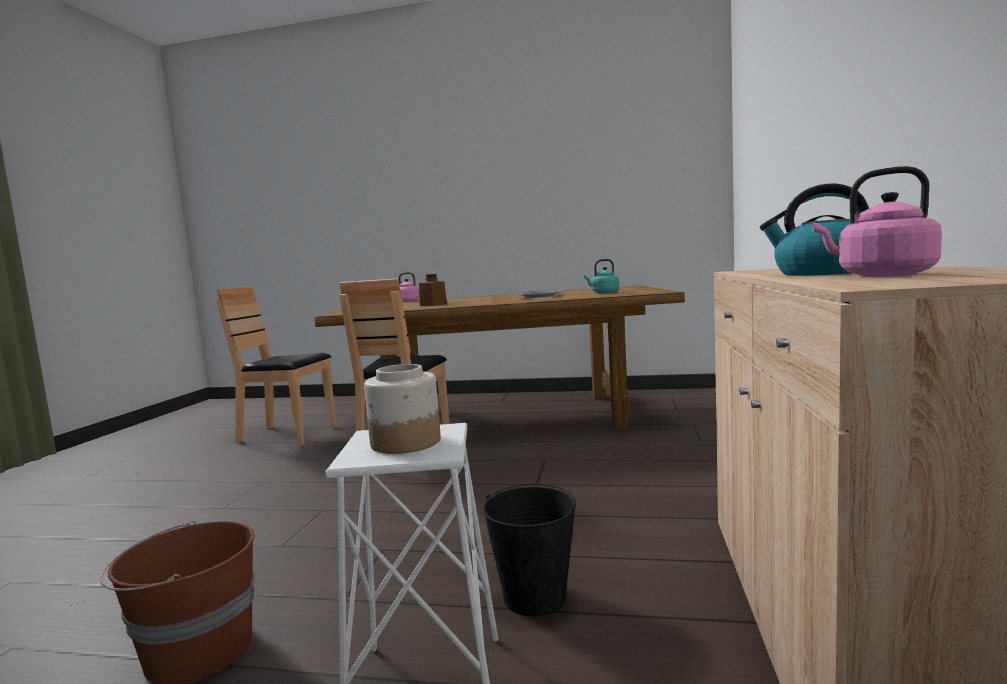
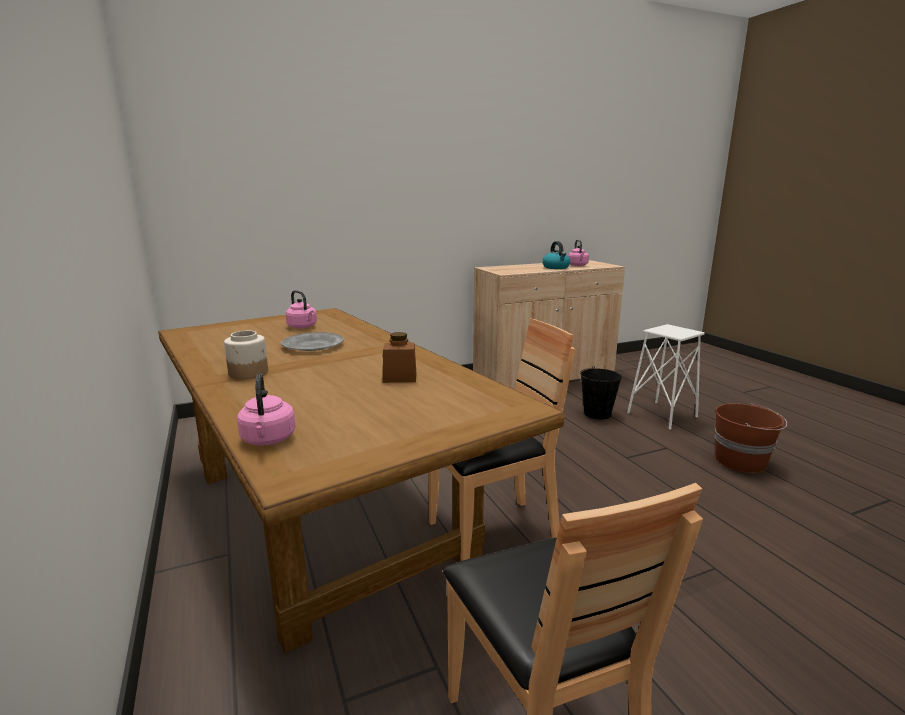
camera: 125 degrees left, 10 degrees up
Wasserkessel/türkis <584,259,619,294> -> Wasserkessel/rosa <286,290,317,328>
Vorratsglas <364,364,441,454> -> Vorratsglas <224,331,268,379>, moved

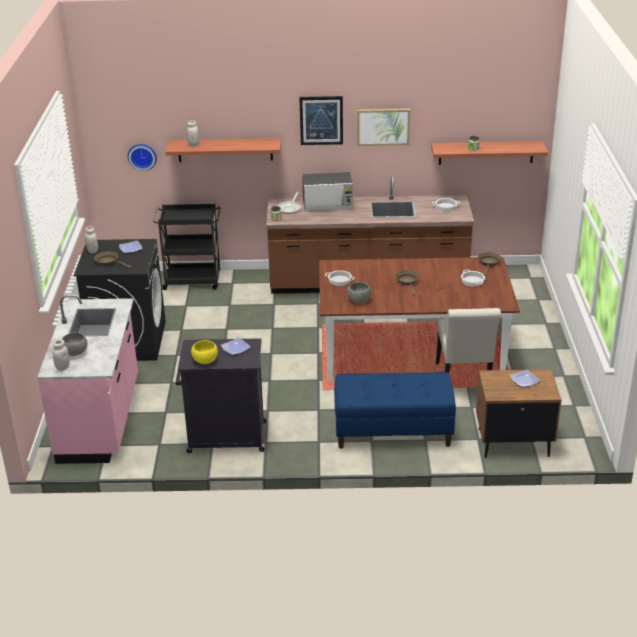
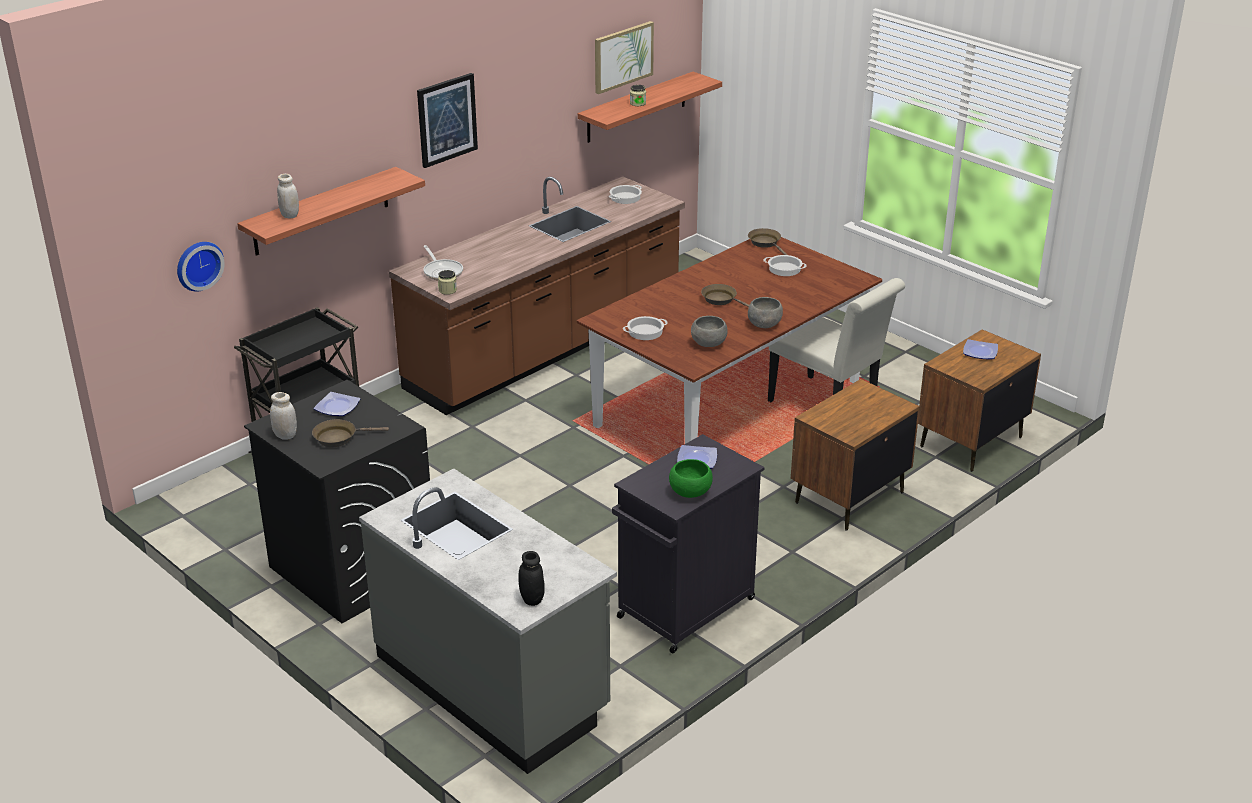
camera: 45 degrees left, 0 degrees up
Bild <357,109,410,146> -> Bild <595,21,654,94>, moved
Mikrowelle <302,172,353,211> -> none
Küchenzeile/rosa <37,294,138,464> -> Küchenzeile/grau <359,468,617,774>
Schüssel/grau <61,332,87,356> -> Schüssel/grau <748,297,783,328>, moved
Vorratsglas/weiß <53,340,70,371> -> Vorratsglas/schwarz <518,551,545,606>
Schüssel/gelb <191,340,218,364> -> Schüssel/grün <669,459,713,498>
Bank/blau <334,372,456,448> -> Nachttisch/braun <791,379,920,531>

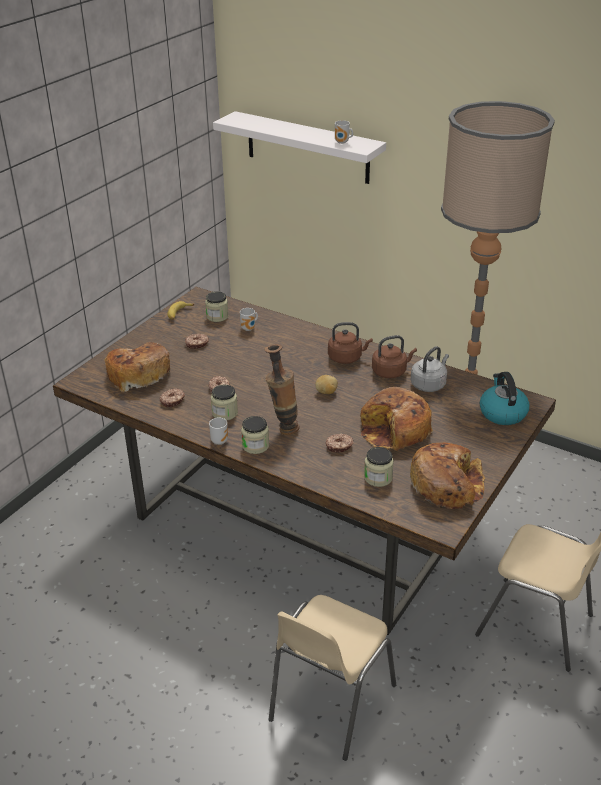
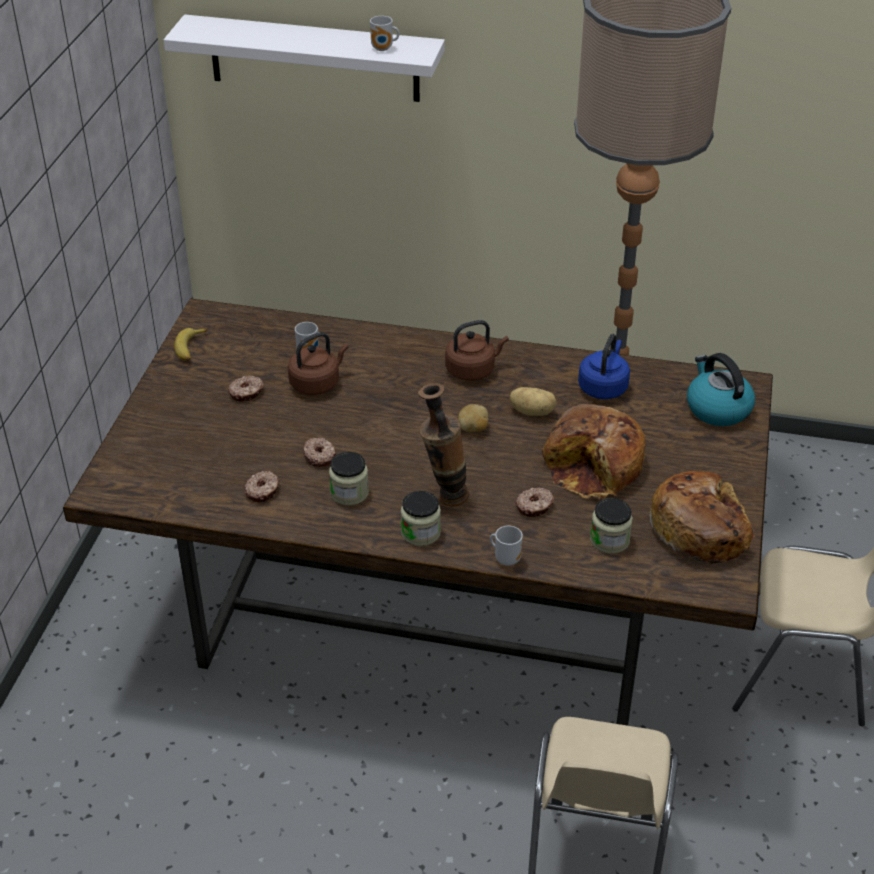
camera: 20 degrees left, 5 degrees up
Vorratsglas <205,291,229,322> -> none
Wasserkessel/braun <372,335,417,378> -> Wasserkessel/braun <288,332,348,395>, moved
Brot <104,342,170,392> -> none
Wasserkessel/grau <411,346,449,392> -> Wasserkessel/blau <578,334,630,399>
Henkelbecher <209,418,228,445> -> Henkelbecher <490,526,523,566>, moved
none -> Kartoffel <510,387,557,416>

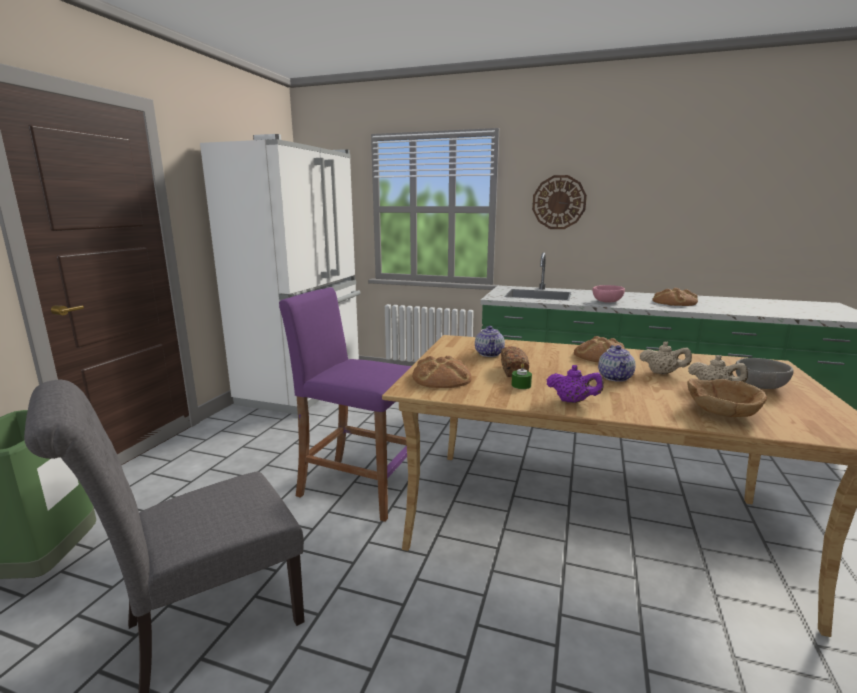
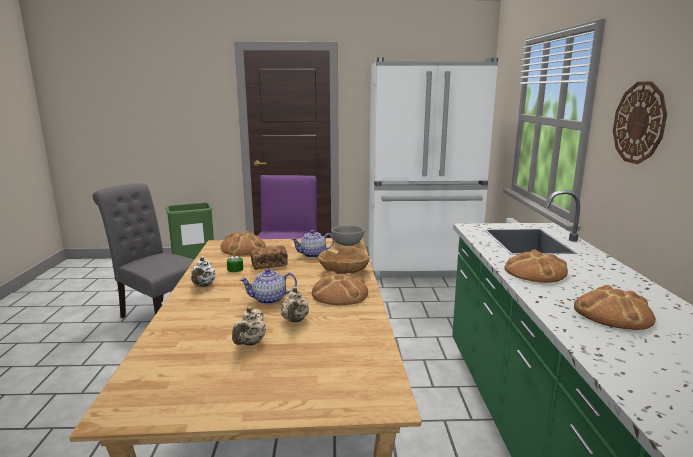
camera: 70 degrees right, 0 degrees up
Schüssel/rosa <593,285,625,303> -> Brot <505,249,568,283>
Schüssel/grau <736,358,794,389> -> Schüssel/grau <331,225,364,246>, moved
Teekanne/lila <547,365,604,403> -> Teekanne/weiß <191,257,215,287>
Schüssel/braun <687,378,767,417> -> Schüssel/braun <318,246,370,274>, moved

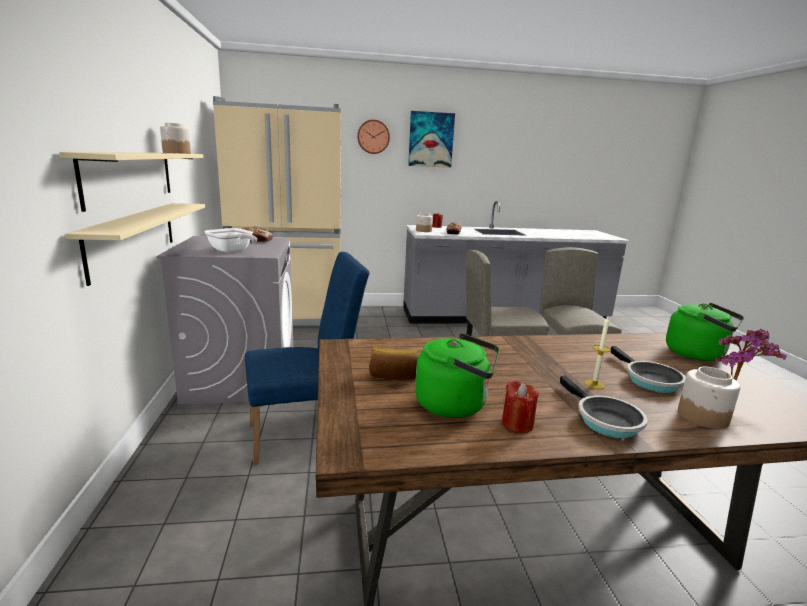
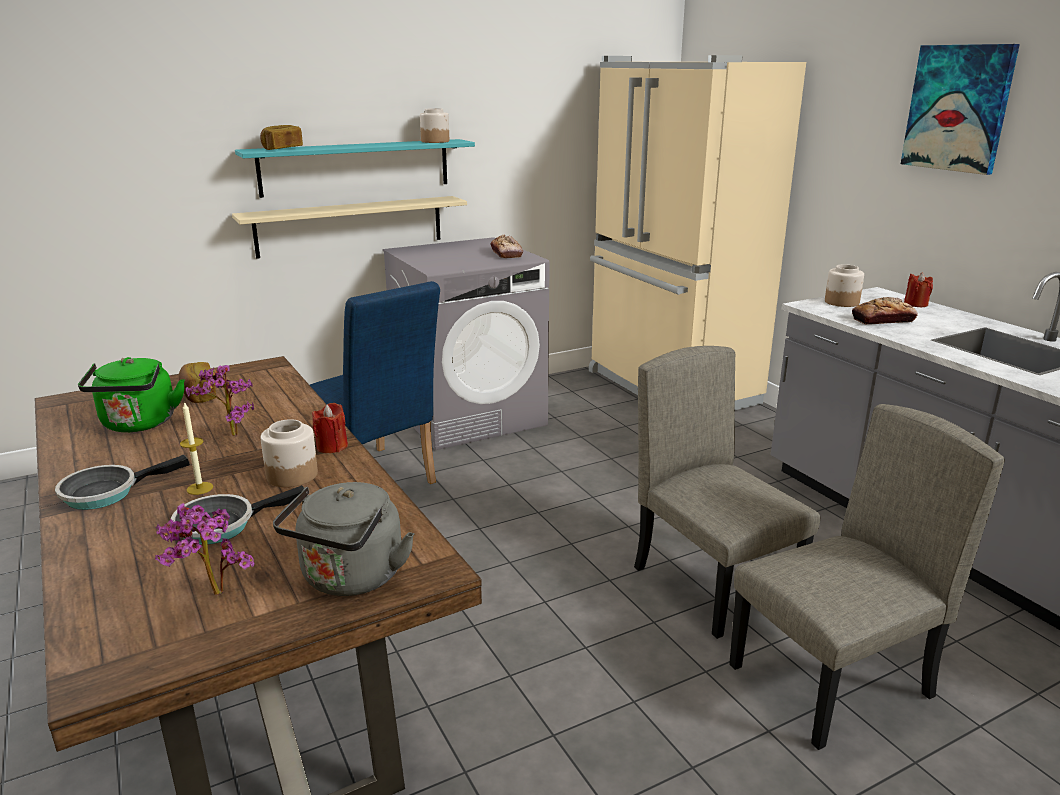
camera: 70 degrees right, 5 degrees up
Wanduhr <357,120,390,154> -> none
Wandregal/beige <59,152,204,212> -> Wandregal/türkis <235,139,475,198>
Pfanne <204,228,257,253> -> none
Wasserkessel/grün <666,303,744,361> -> Wasserkessel/grau <273,482,414,596>
Vorratsglas <678,367,741,429> -> Vorratsglas <261,419,318,487>, moved
Kerze/rot <502,380,539,433> -> Kerze/rot <312,403,348,453>, moved
none -> Brot <260,125,303,150>
none -> Topfpflanze <186,365,254,436>

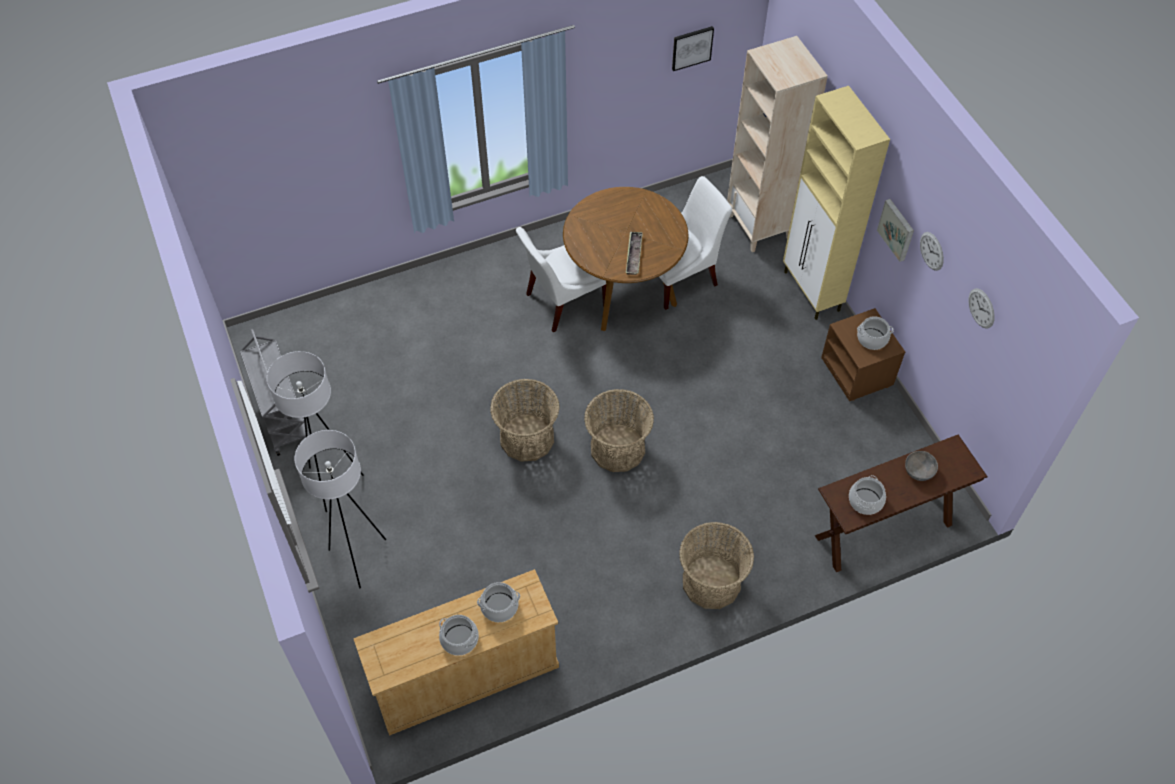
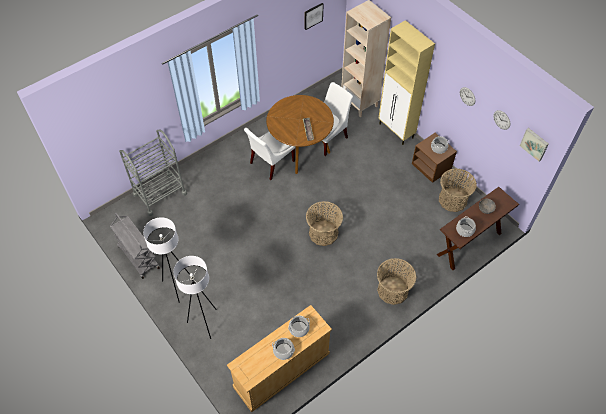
camera: 15 degrees left, 0 degrees up
Bild <877,199,914,262> -> Bild <520,128,549,161>, moved
Korb <490,379,560,462> -> Korb <439,169,477,212>, moved
none -> Rollwagen/grau <119,129,187,216>

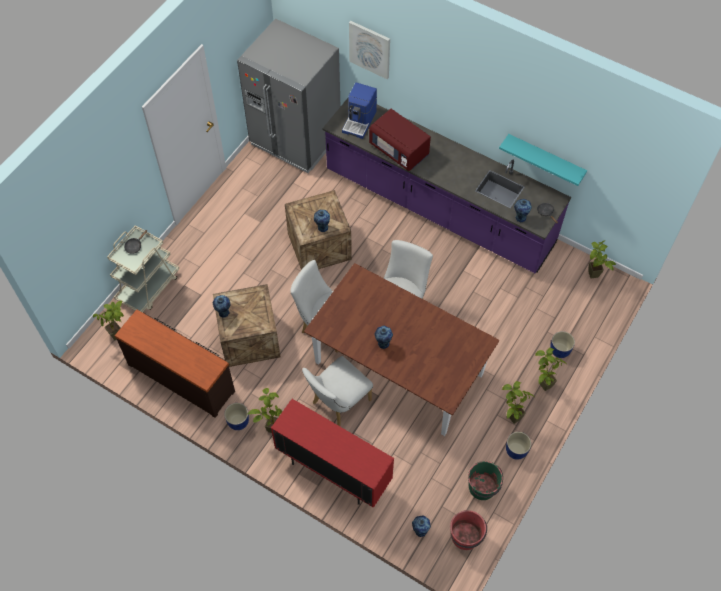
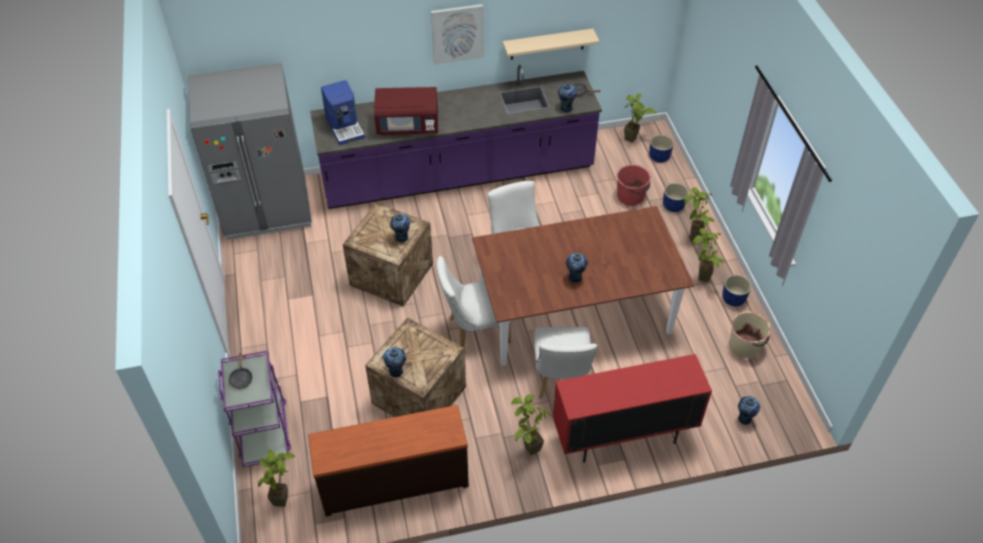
camera: 45 degrees left, 10 degrees down
Bild <349,21,390,79> -> Bild <431,4,484,65>, moved
Wandregal/türkis <499,134,587,186> -> Wandregal/beige <503,28,599,60>
Rollwagen/beige <107,225,179,312> -> Rollwagen/lila <218,350,291,467>
Pflanzkübel/blau <224,403,249,430> -> Pflanzkübel/blau <649,135,674,163>, moved
Eimer/grün <468,461,503,500> -> Eimer/beige <730,311,771,358>
Eimer/rot <450,510,487,550> -> Eimer/rot <617,165,651,206>, moved

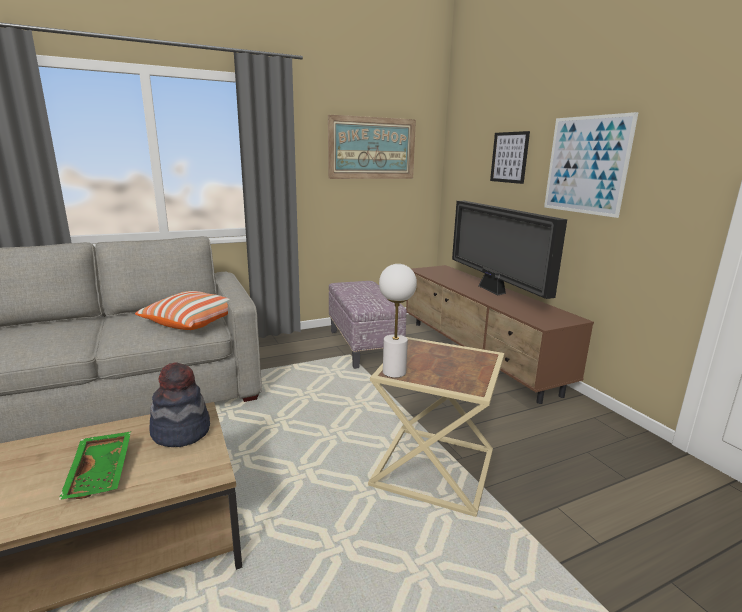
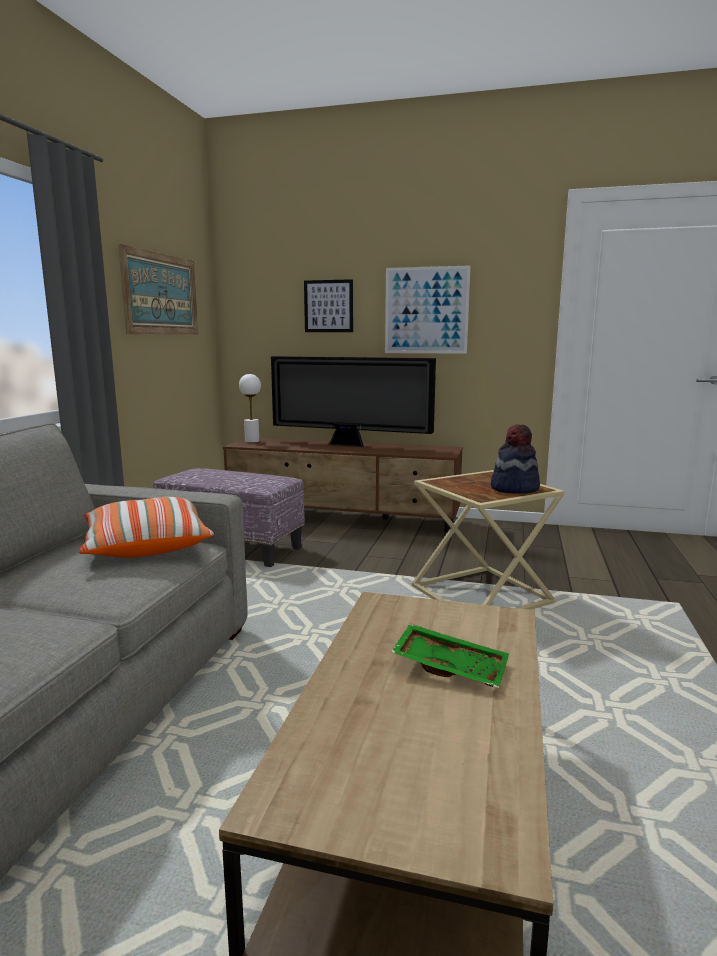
camera: 50 degrees left, 5 degrees down
Tischlampe/weiß <379,264,417,378> -> Tischlampe/weiß <239,374,261,443>, moved
Hut <150,362,210,447> -> Hut <491,424,540,494>, moved

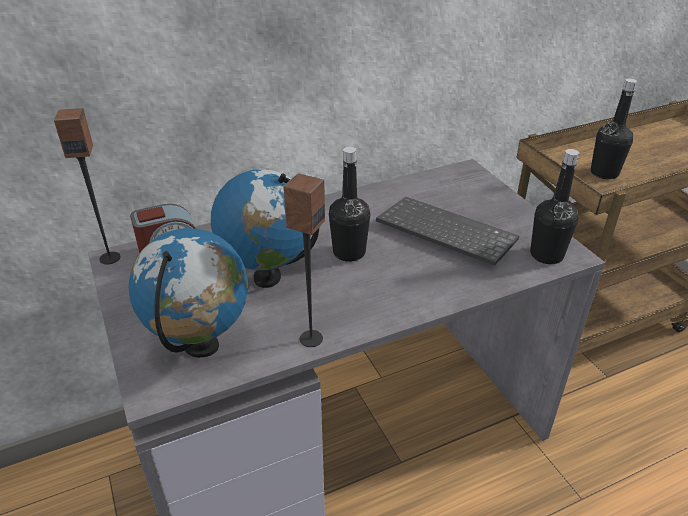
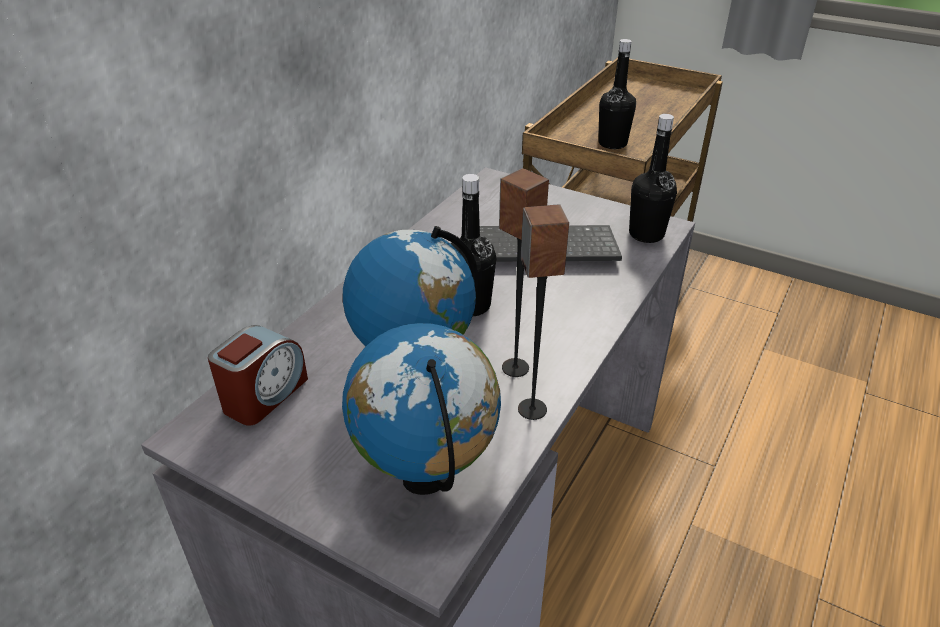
camera: 35 degrees left, 0 degrees up
Lautsprecher <54,108,120,264> -> Lautsprecher <499,168,549,377>, moved

